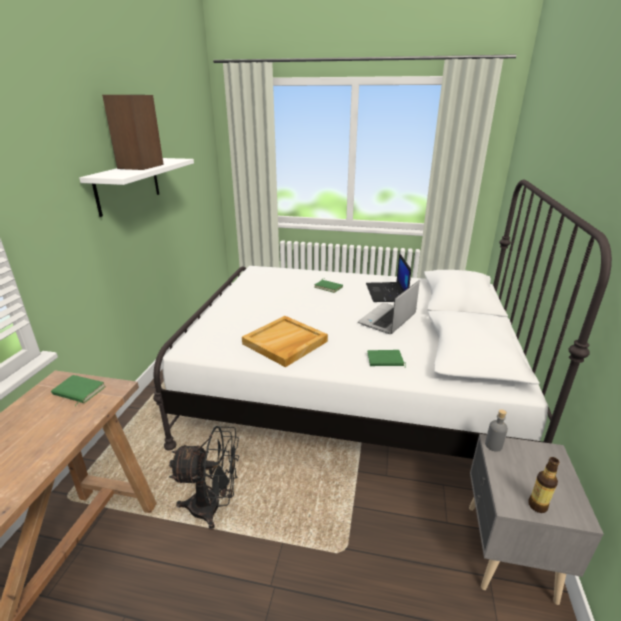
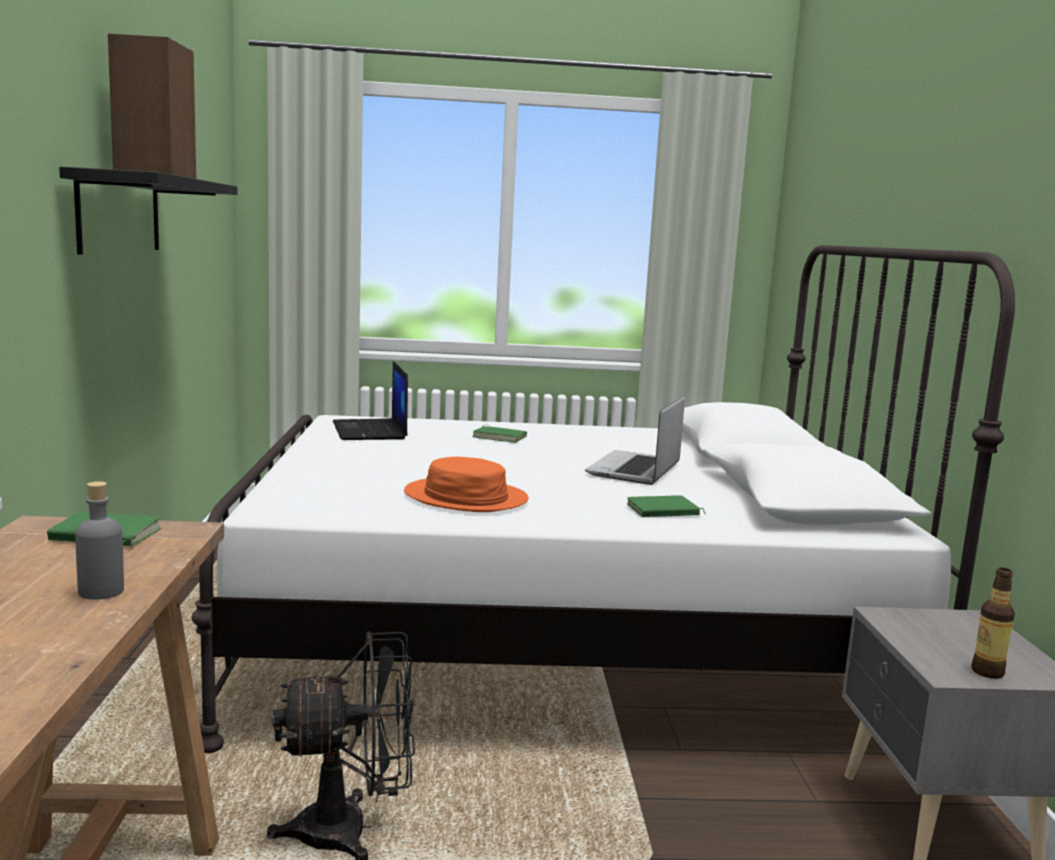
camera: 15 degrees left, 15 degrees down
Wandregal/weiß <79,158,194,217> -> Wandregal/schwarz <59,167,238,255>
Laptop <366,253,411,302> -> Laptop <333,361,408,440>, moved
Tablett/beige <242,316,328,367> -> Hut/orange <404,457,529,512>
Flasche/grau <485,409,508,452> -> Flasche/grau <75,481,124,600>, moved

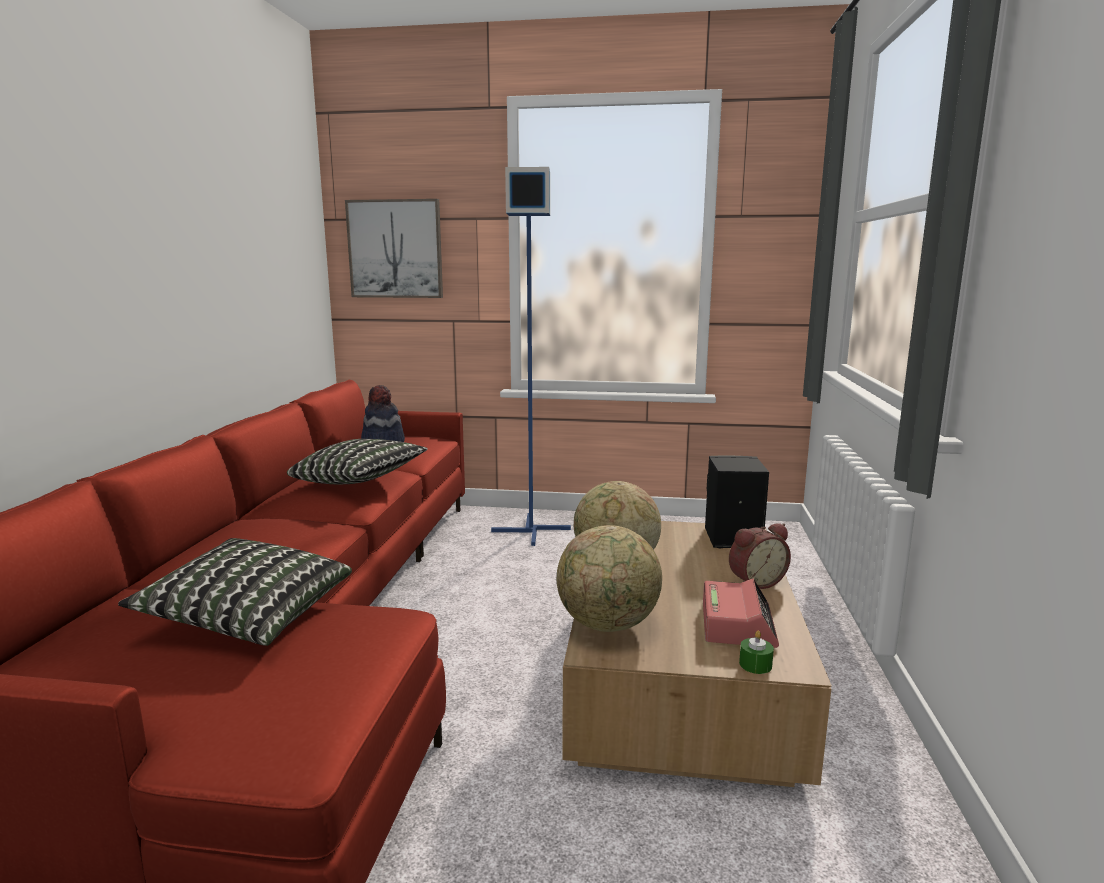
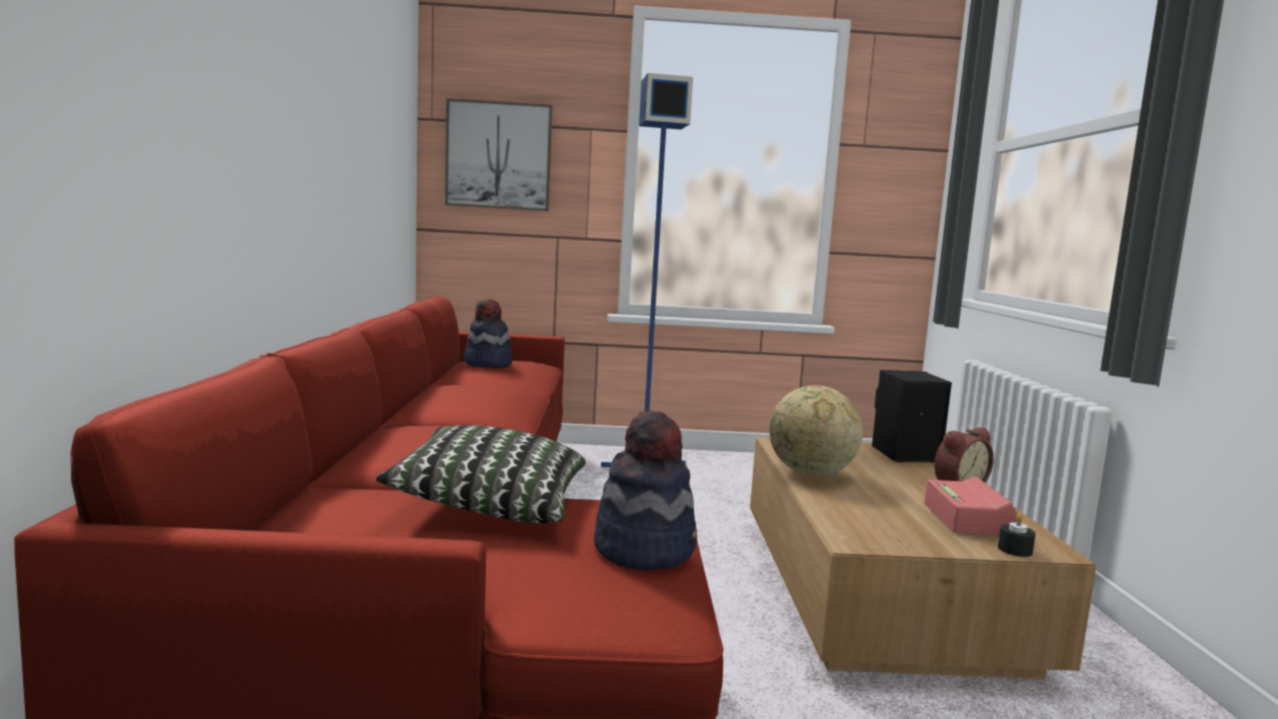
camera: 10 degrees left, 5 degrees down
Kissen <287,439,428,484> -> none
Globus <557,525,662,632> -> none
Kerze/grün <739,630,774,674> -> Kerze/schwarz <998,514,1036,557>
none -> Hut <594,410,697,570>

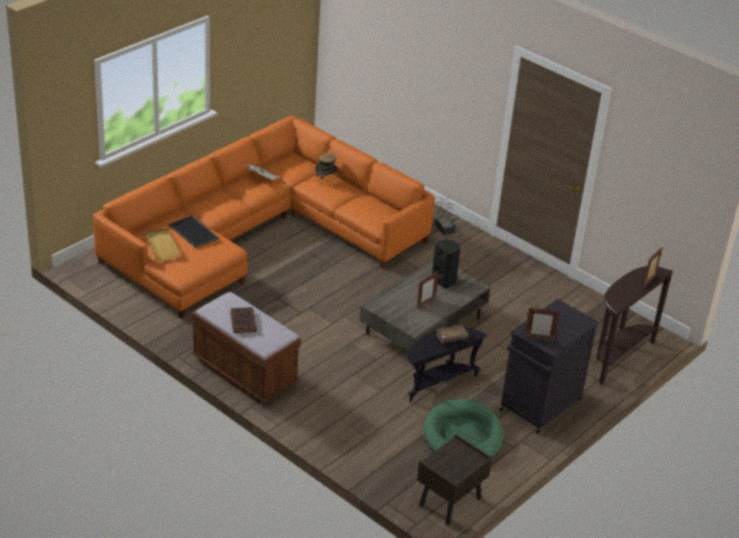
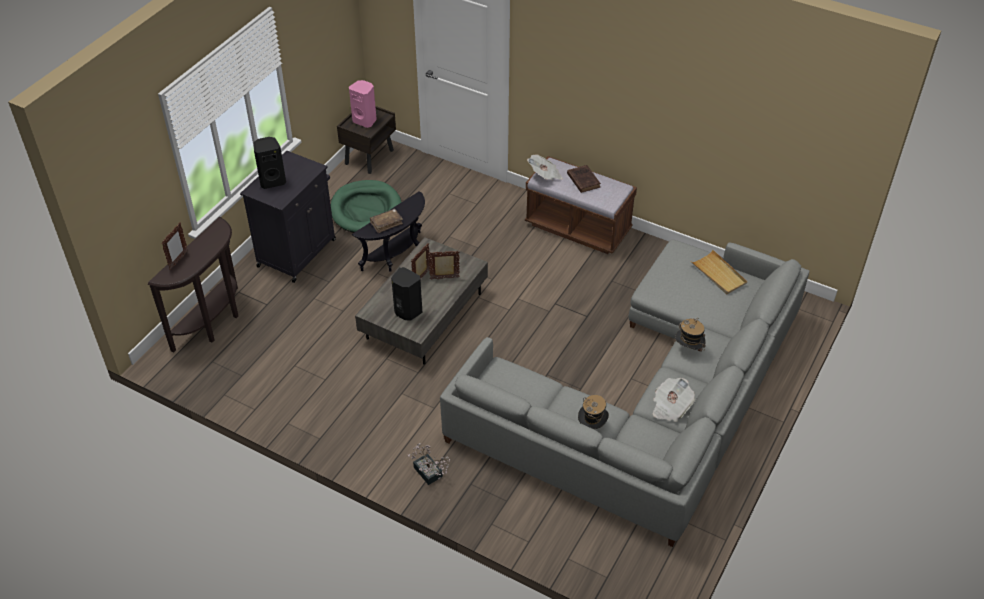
camera: 170 degrees right, 10 degrees up
Sofa/orange <93,116,435,319> -> Sofa/grau <440,239,809,547>
Tablett <169,215,219,248> -> none
Bilderrahmen <525,307,560,341> -> Bilderrahmen <428,251,460,280>, moved
none -> Lautsprecher/rosa <349,80,377,128>
none -> Lautsprecher/schwarz <254,137,286,189>
none -> Zeitung <527,155,563,180>
none -> Hut <675,318,705,352>

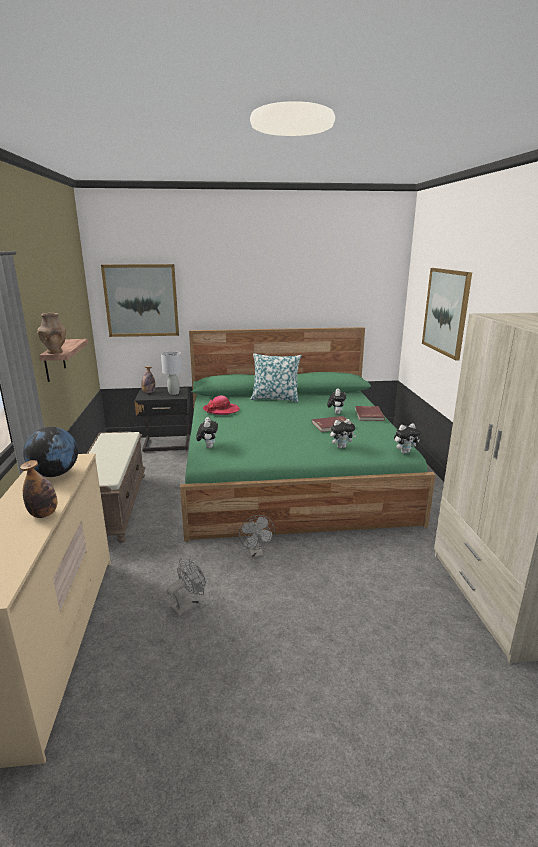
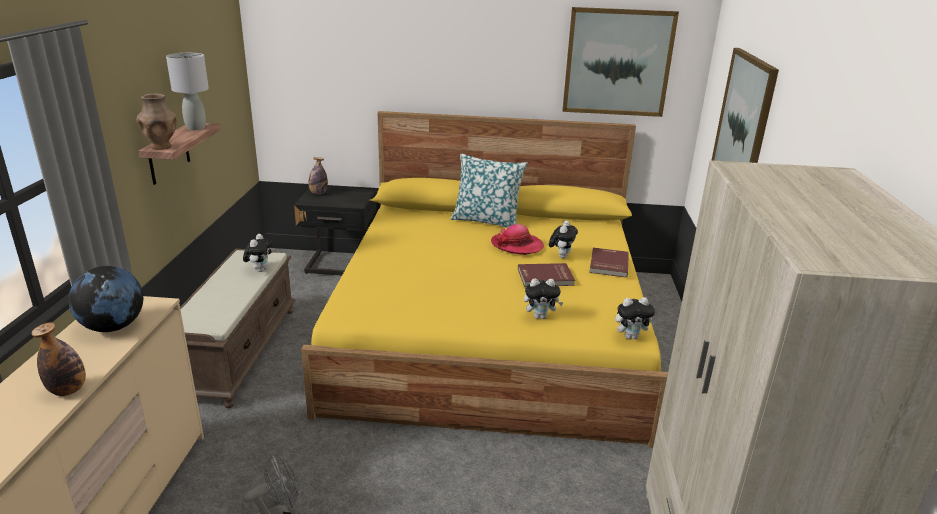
camera: 10 degrees right, 5 degrees up
Bild <101,264,179,337> -> Bild <562,7,679,117>, moved
Bett/grün <180,327,436,542> -> Bett/gelb <301,111,668,448>
Tischlampe/grau <161,352,182,395> -> Tischlampe/grau <166,53,209,130>, moved
Hut <203,396,240,415> -> Hut <491,224,544,255>, moved
Plüschtier <196,417,218,448> -> Plüschtier <243,234,272,272>, moved
Ventilator/grau <239,515,275,558> -> none

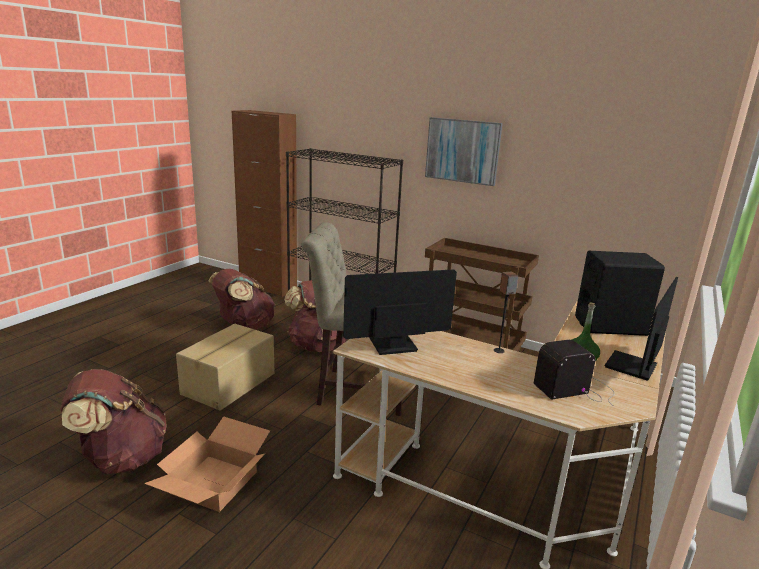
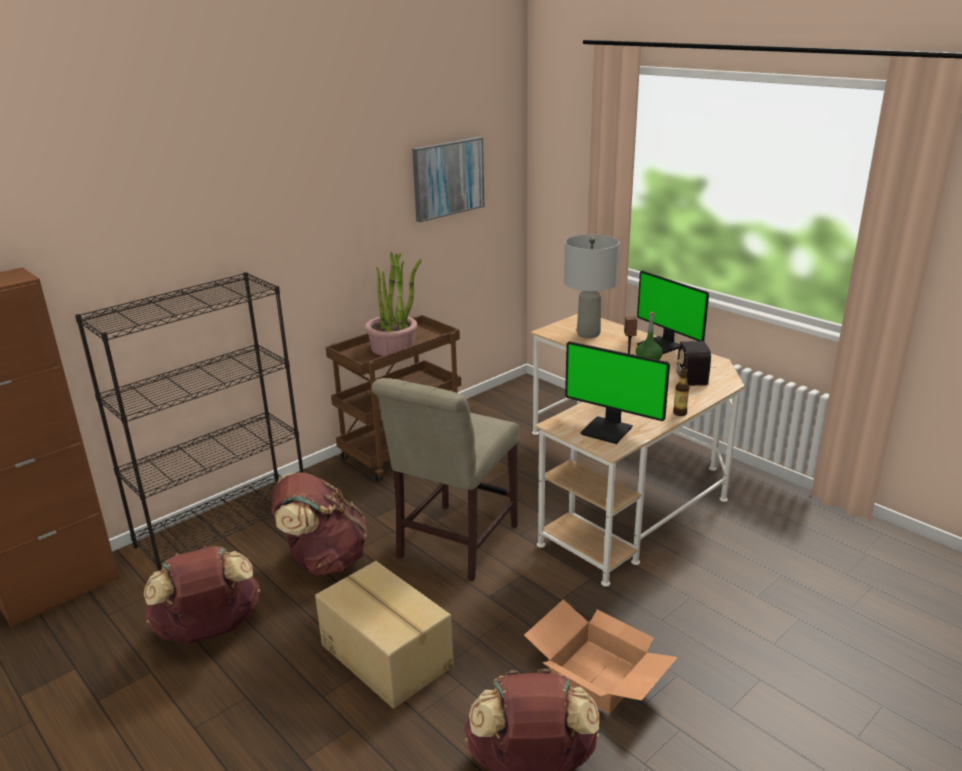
camera: 70 degrees left, 5 degrees up
Bild <425,117,503,186> -> Bild <412,137,484,222>, moved
Lautsprecher/schwarz <575,251,665,336> -> Tischlampe/grau <564,235,619,338>
Monitor <343,269,457,355> -> Monitor <565,341,670,444>, 60 degrees counterclockwise
none -> Topfpflanze <365,252,422,356>
none -> Flasche <673,368,689,416>

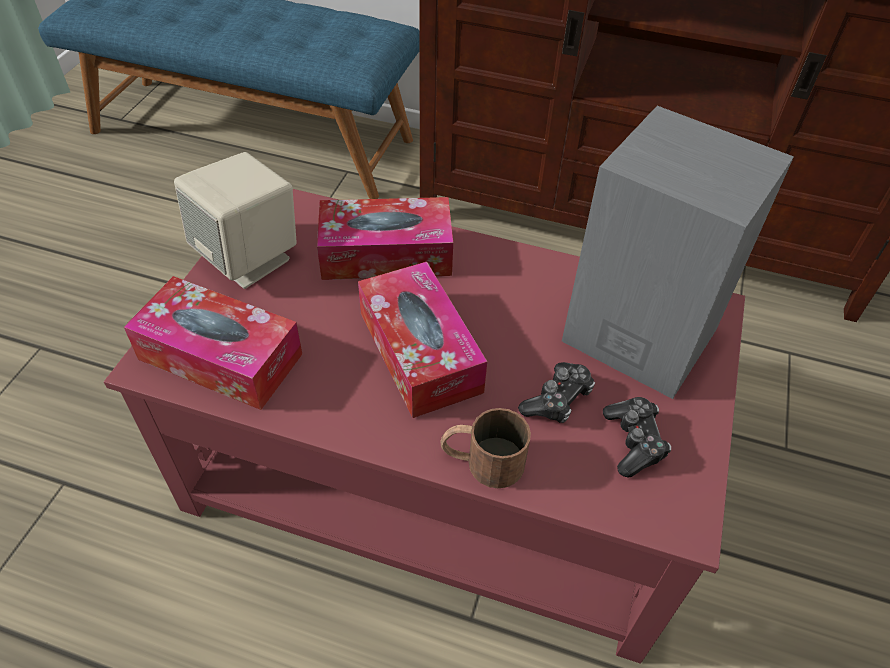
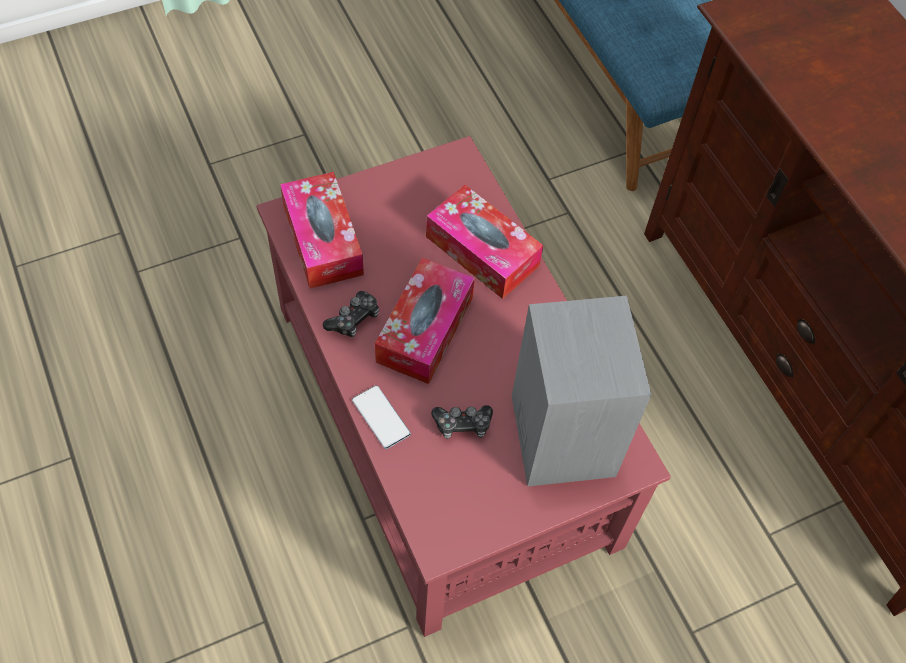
camera: 45 degrees right, 10 degrees up
Lautsprecher/beige <174,152,297,289> -> none
Gamepad <603,397,671,477> -> Gamepad <323,291,379,337>, moved
Henkelbecher/braun <440,408,531,488> -> Handy <352,385,411,449>

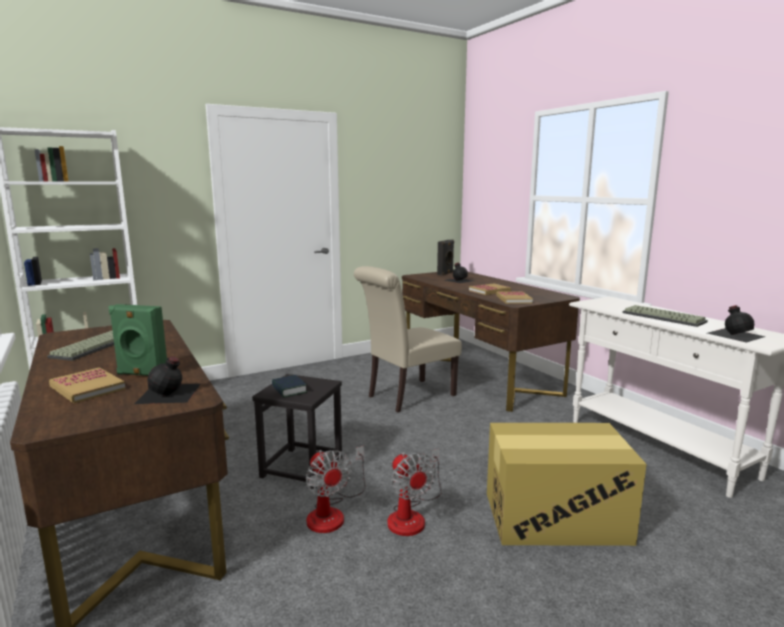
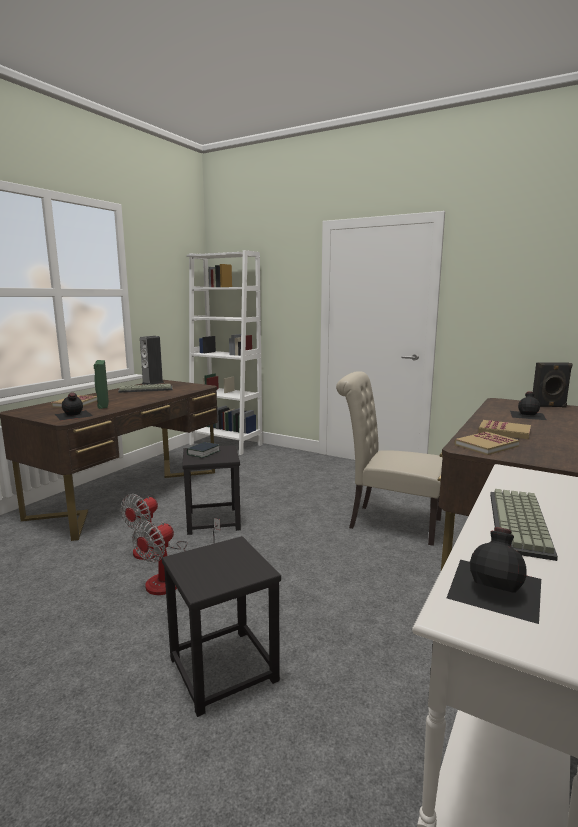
camera: 60 degrees right, 0 degrees up
Karton <487,423,647,546> -> Hocker/schwarz <162,536,281,717>
none -> Lautsprecher <140,336,164,385>

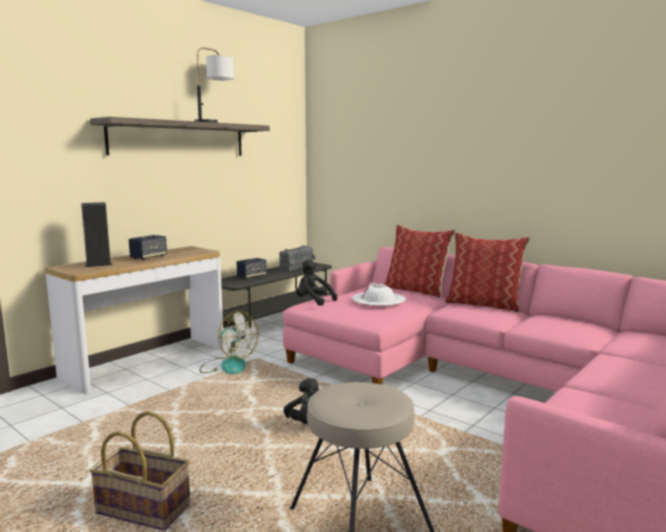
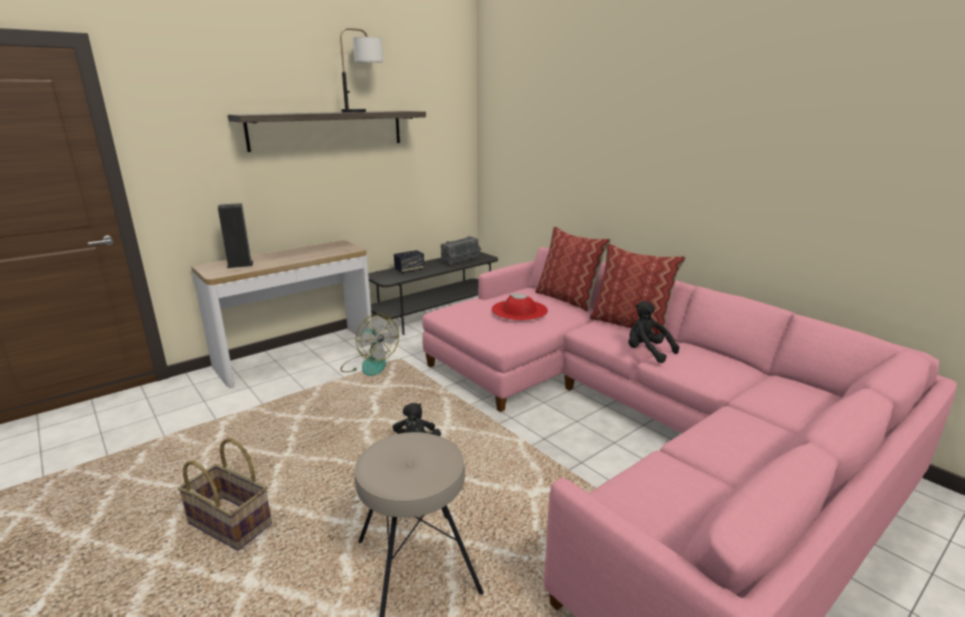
camera: 10 degrees right, 10 degrees up
Lautsprecher <129,235,167,260> -> none
Plüschtier/schwarz <296,260,337,306> -> Plüschtier/schwarz <628,301,679,363>, moved
Hut/weiß <352,282,406,306> -> Hut/rot <491,292,548,321>

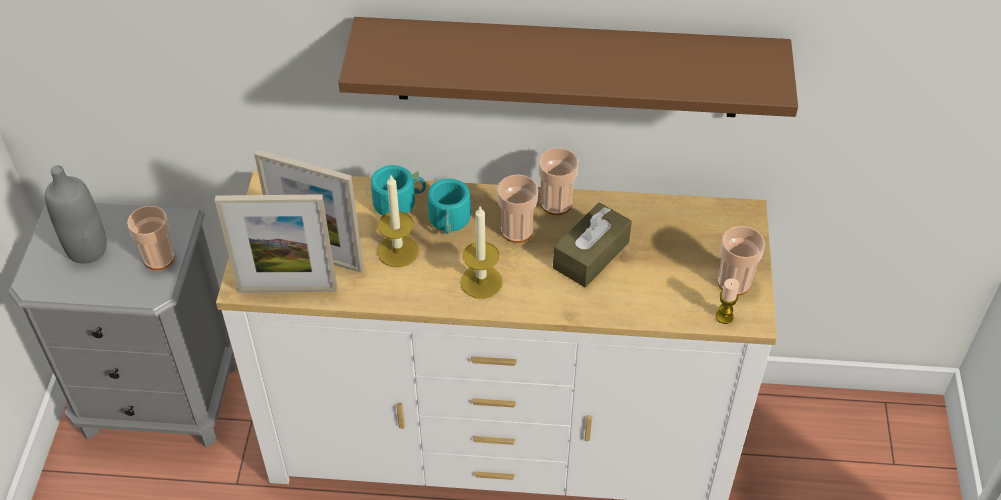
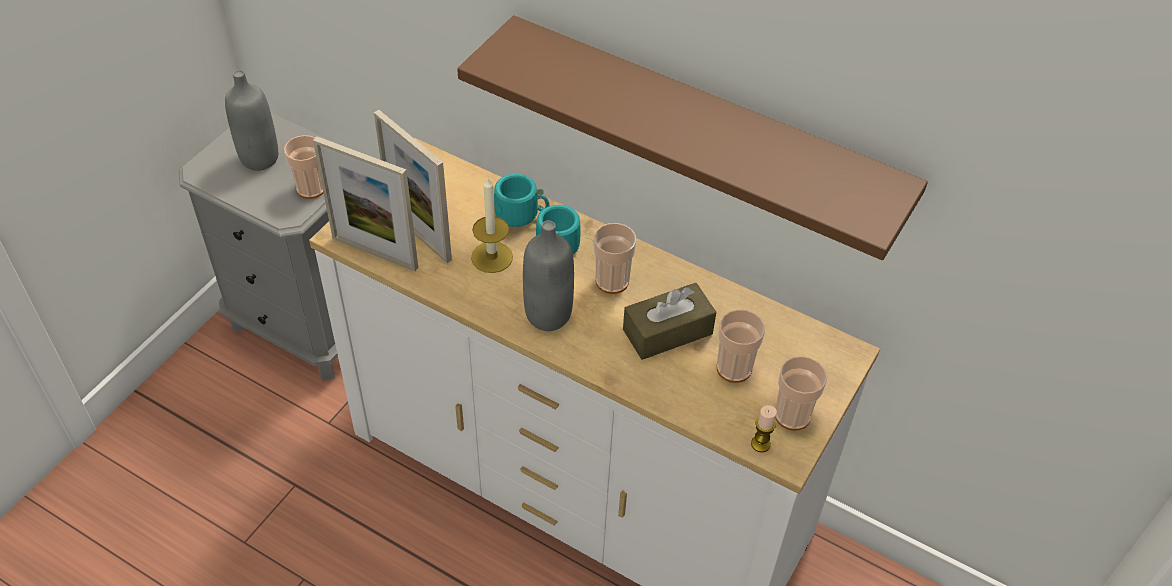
camera: 25 degrees right, 0 degrees up
Tasse <538,148,579,215> -> Tasse <717,309,765,383>, moved
Kerze <460,207,503,299> -> Flasche/grau <523,220,574,331>

